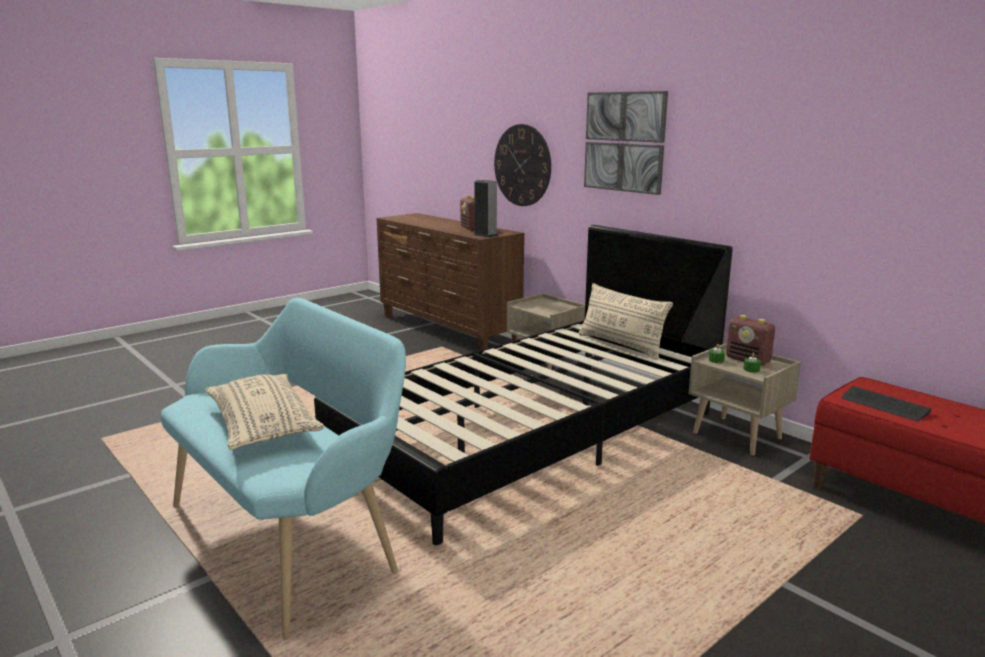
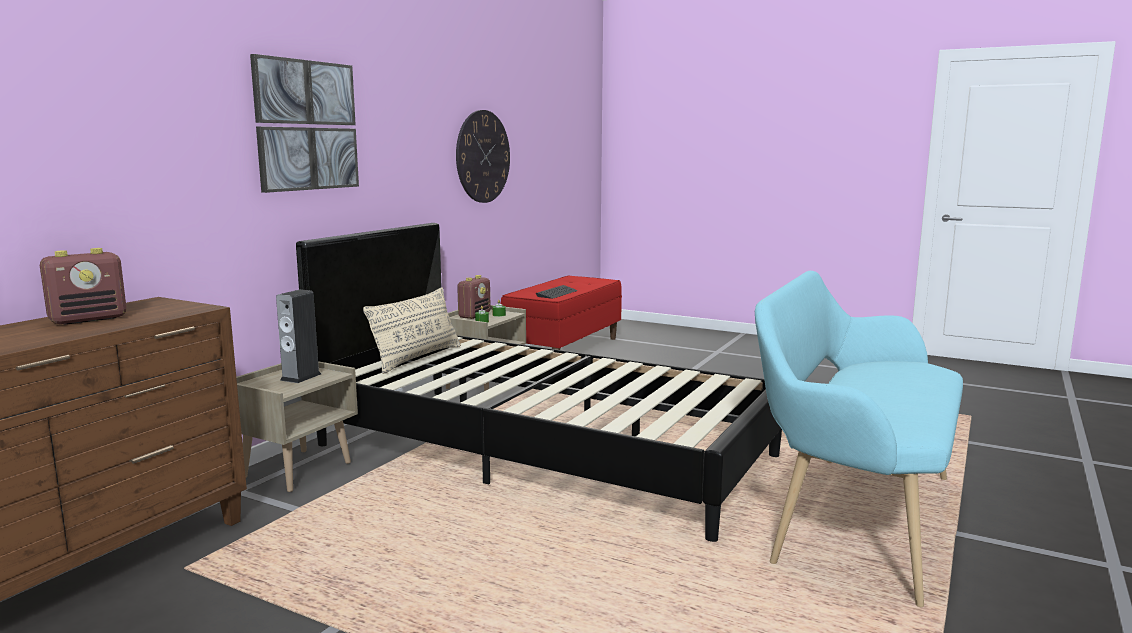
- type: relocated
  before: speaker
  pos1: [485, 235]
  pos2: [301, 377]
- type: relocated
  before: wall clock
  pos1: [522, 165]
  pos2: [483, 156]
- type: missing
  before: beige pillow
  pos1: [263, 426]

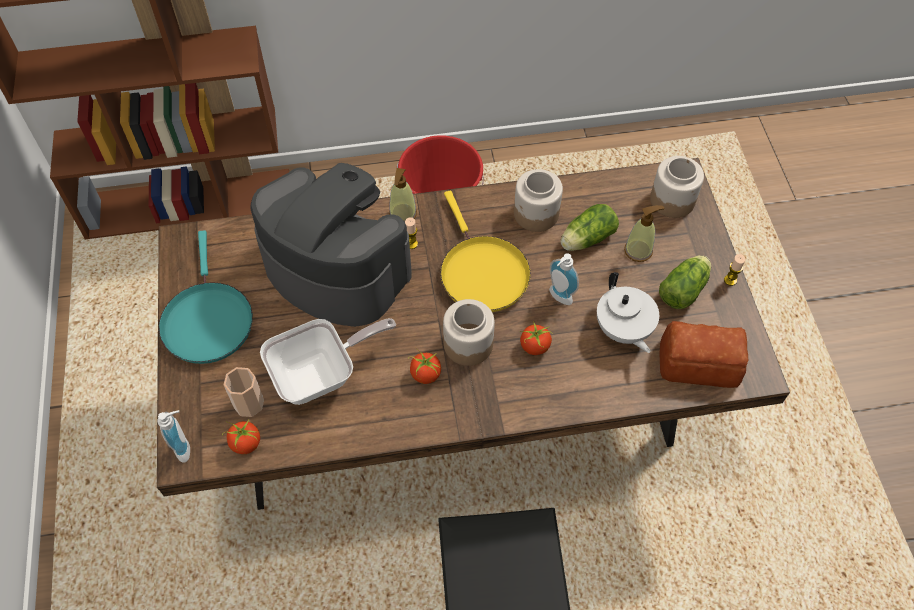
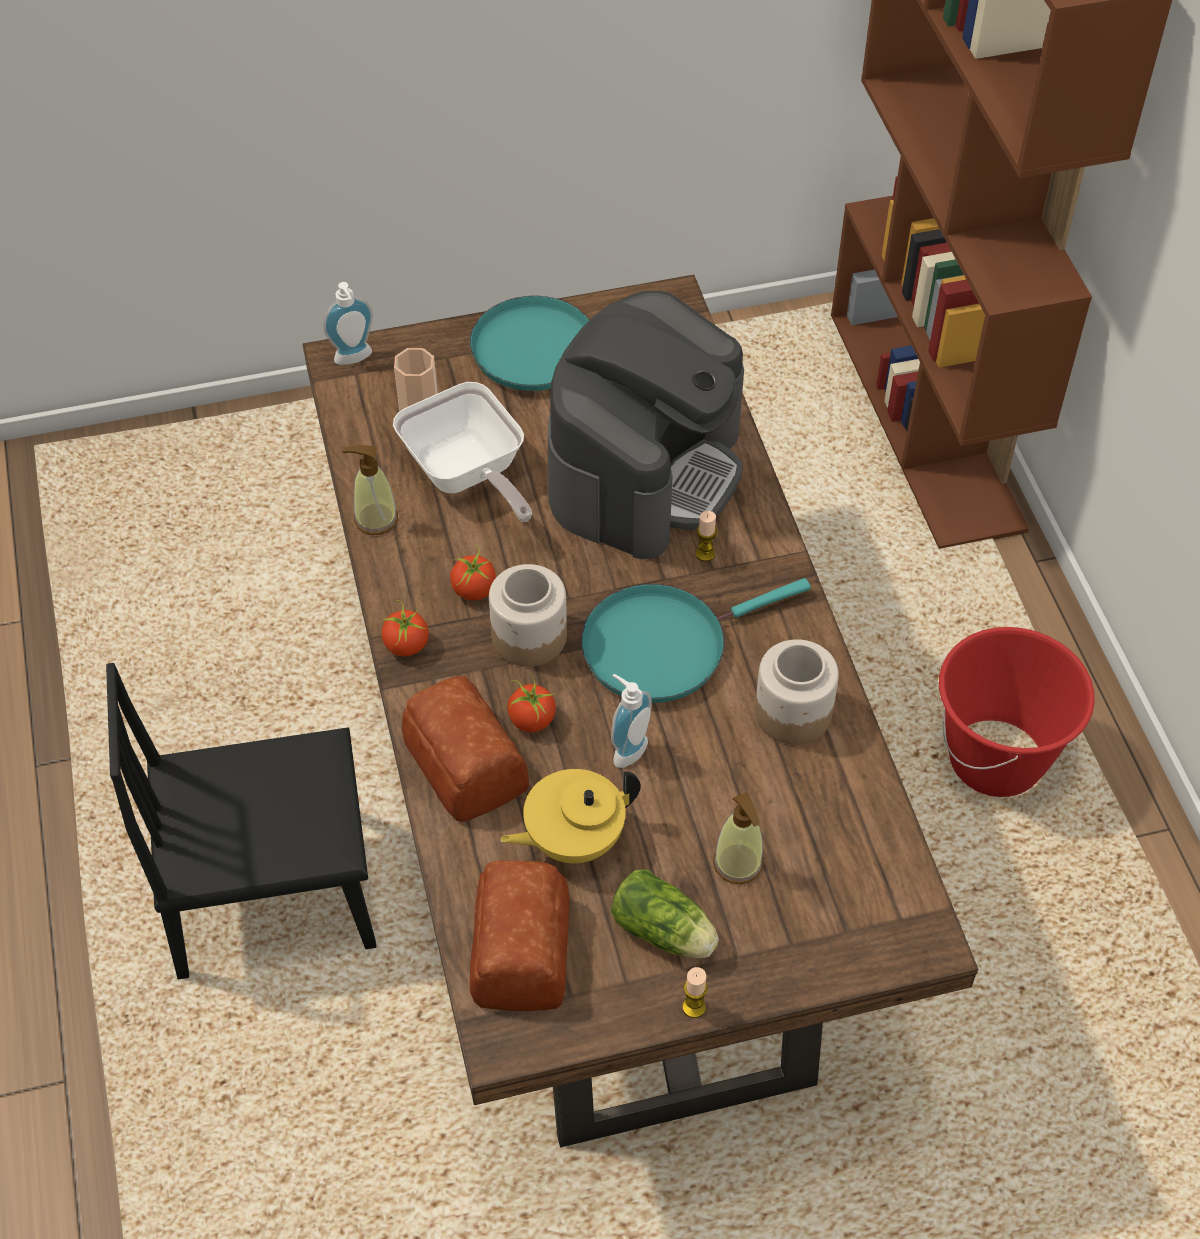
- type: relocated
  before: soap dispenser
  pos1: [403, 214]
  pos2: [375, 519]
- type: relocated
  before: tomato
  pos1: [245, 444]
  pos2: [406, 645]
- type: appeared
  after: bread
  pos2: [464, 766]
- type: colour
  before: white teapot
  after: yellow teapot
  pos1: [623, 330]
  pos2: [572, 839]
- type: colour
  before: yellow frying pan
  after: turquoise frying pan
  pos1: [481, 272]
  pos2: [662, 645]
- type: missing
  before: lettuce
  pos1: [585, 239]
- type: missing
  before: jar
  pos1: [672, 200]

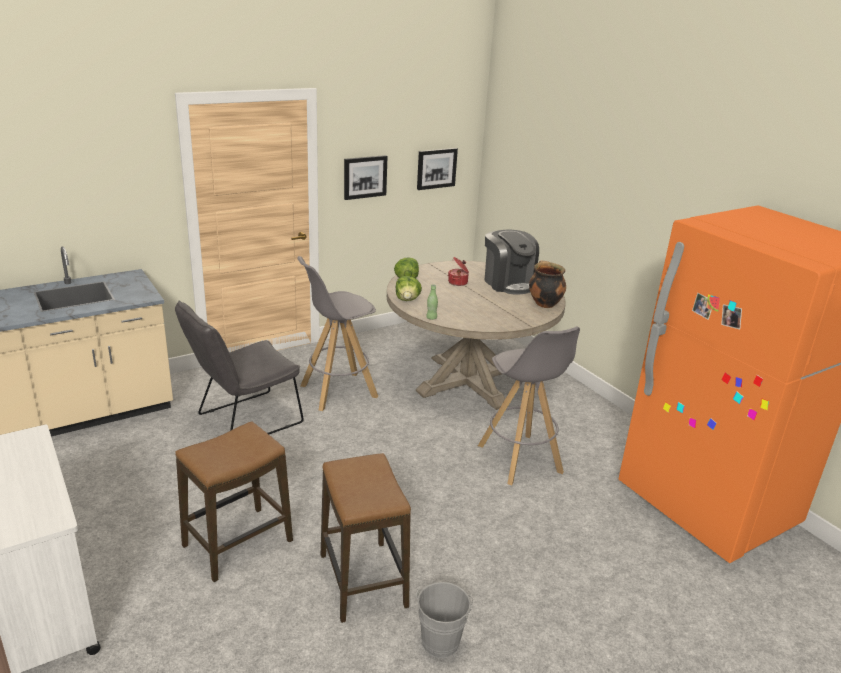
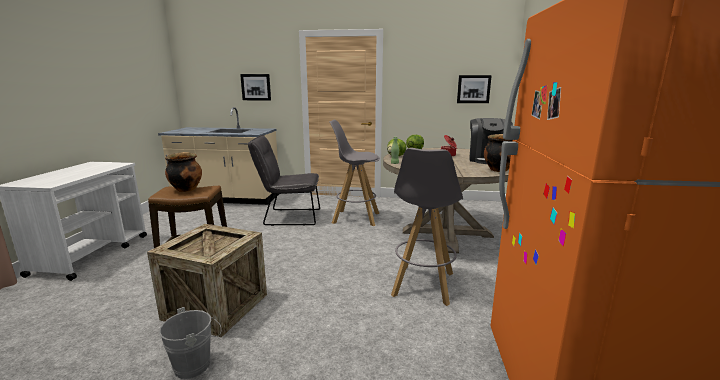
- type: exchanged
  before: stool
  after: crate
  pos1: [362, 580]
  pos2: [216, 306]
- type: appeared
  after: cooking pot
  pos2: [186, 189]
- type: relocated
  before: picture
  pos1: [365, 177]
  pos2: [256, 87]

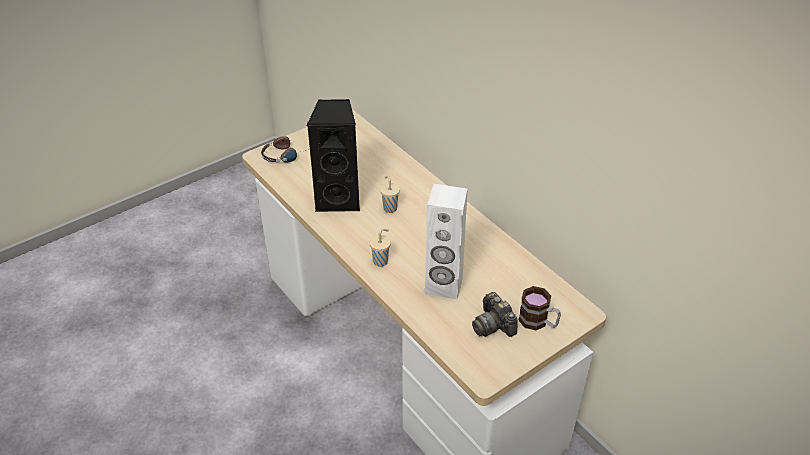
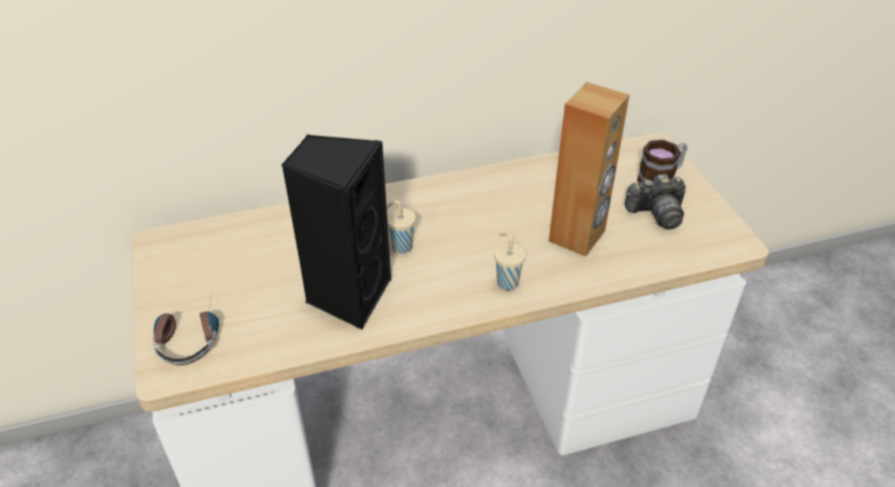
- type: colour
  before: white speaker
  after: brown speaker
  pos1: [443, 286]
  pos2: [577, 236]

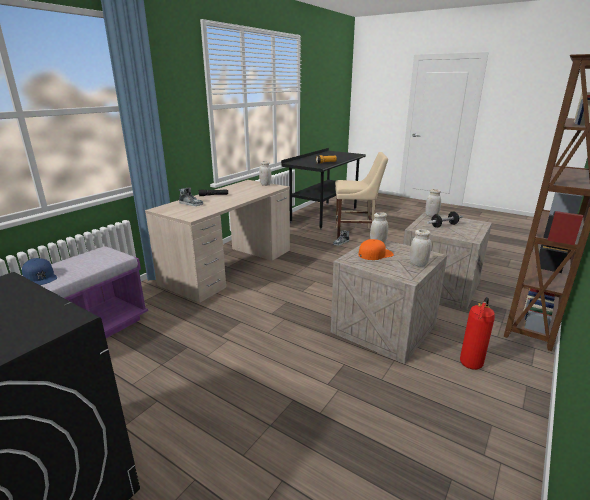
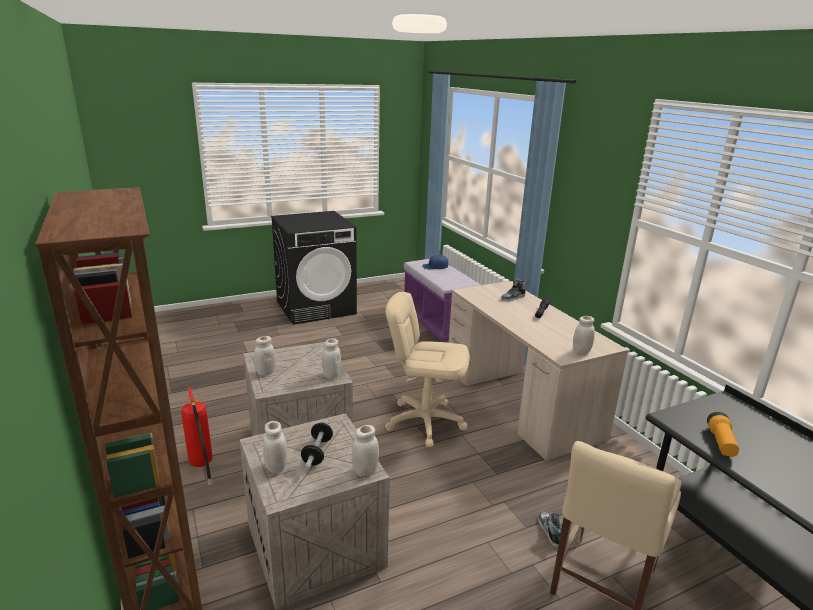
- type: appeared
  after: white jar
  pos2: [276, 467]
- type: appeared
  after: beige office chair
  pos2: [425, 421]
- type: missing
  before: orange cap
  pos1: [375, 254]

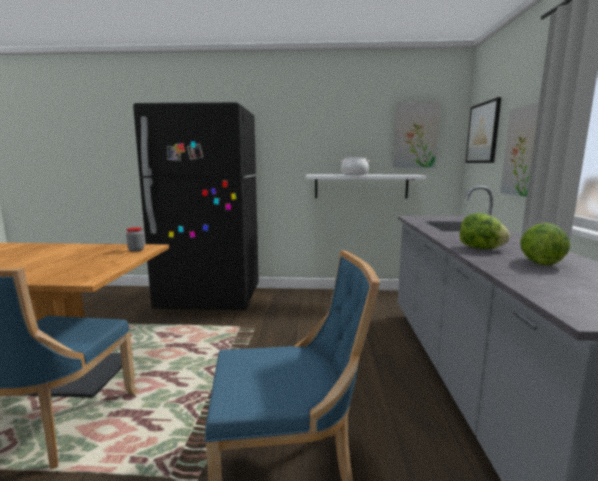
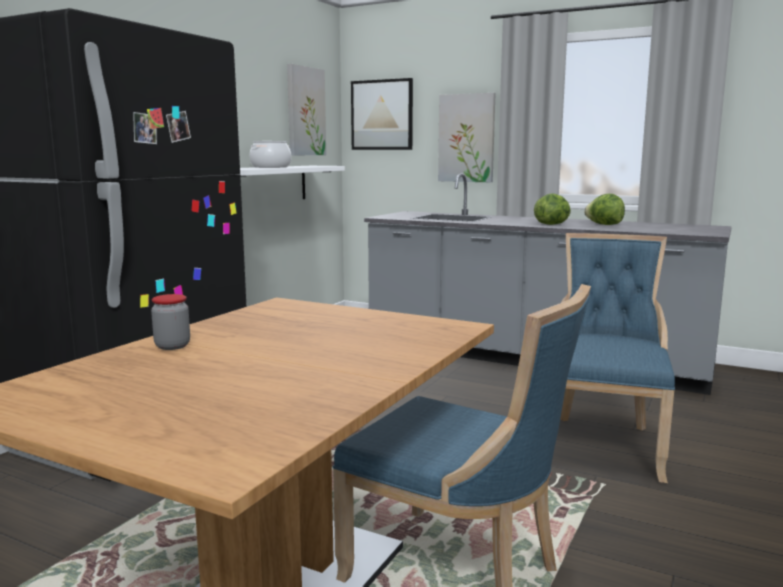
- type: relocated
  before: jar
  pos1: [136, 250]
  pos2: [172, 346]

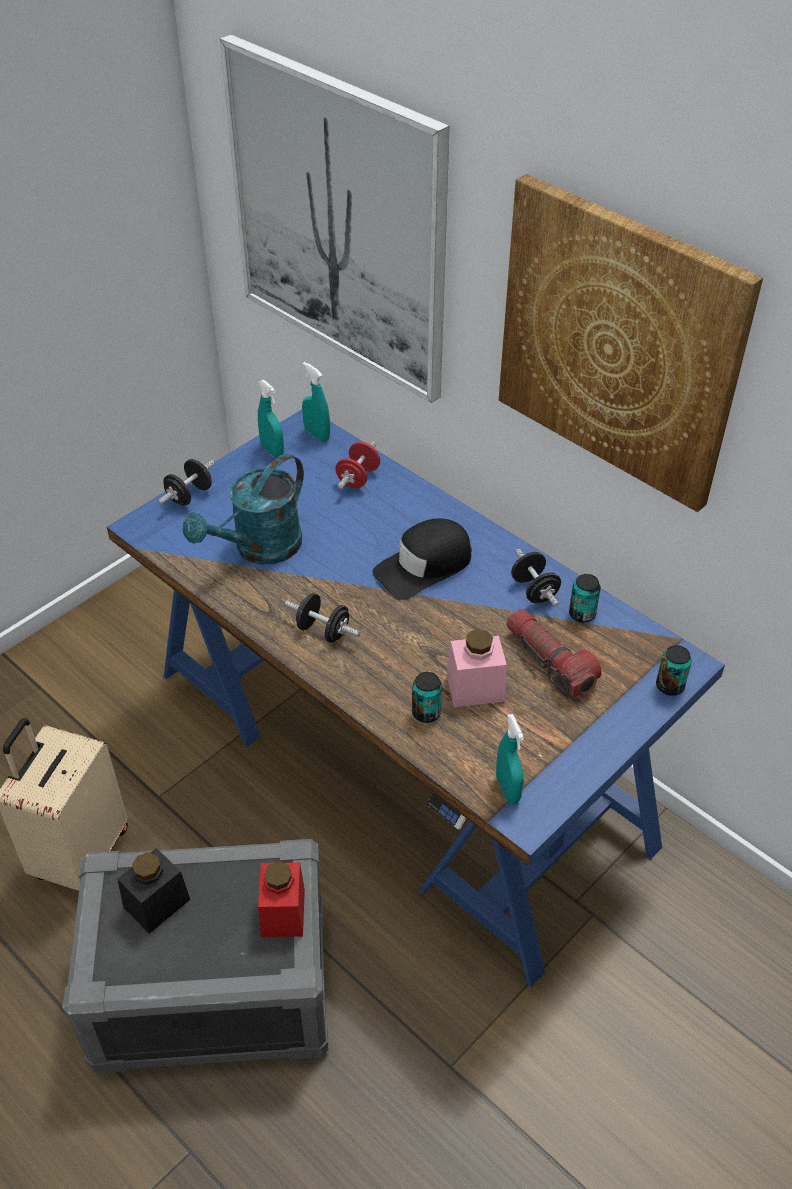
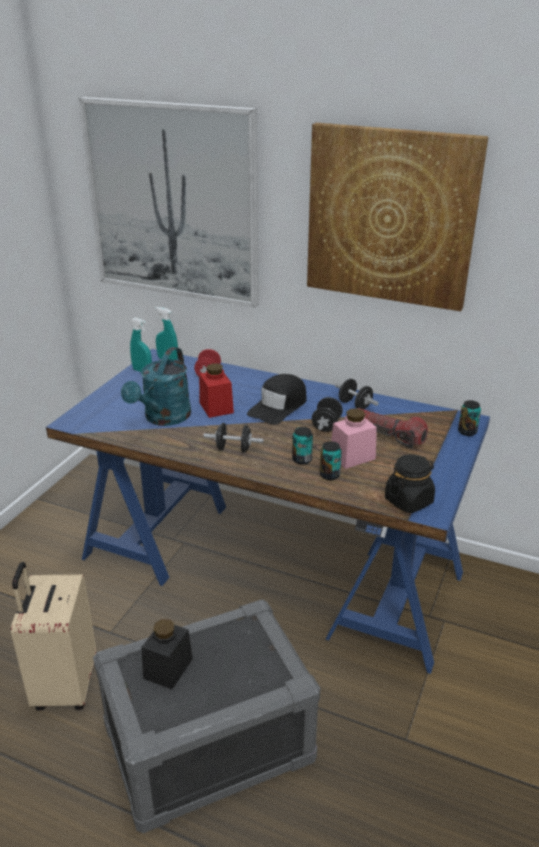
- type: relocated
  before: red jar
  pos1: [283, 912]
  pos2: [216, 407]
- type: relocated
  before: can
  pos1: [582, 614]
  pos2: [302, 460]
- type: relocated
  before: black dumbbell
  pos1: [189, 495]
  pos2: [326, 425]
- type: exchanged
  before: turquoise spray bottle
  after: black jar
  pos1: [507, 789]
  pos2: [408, 501]

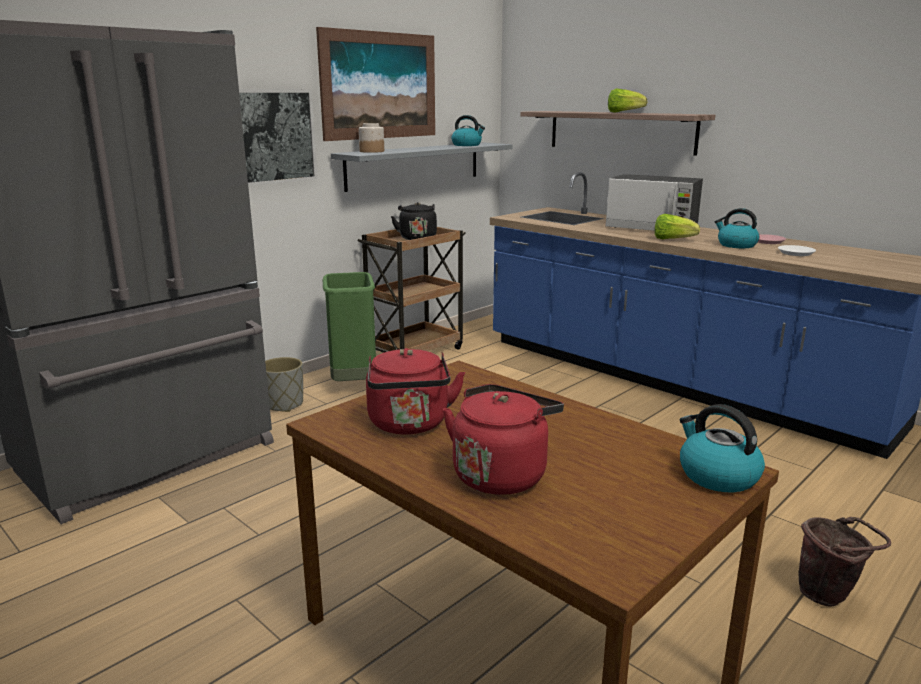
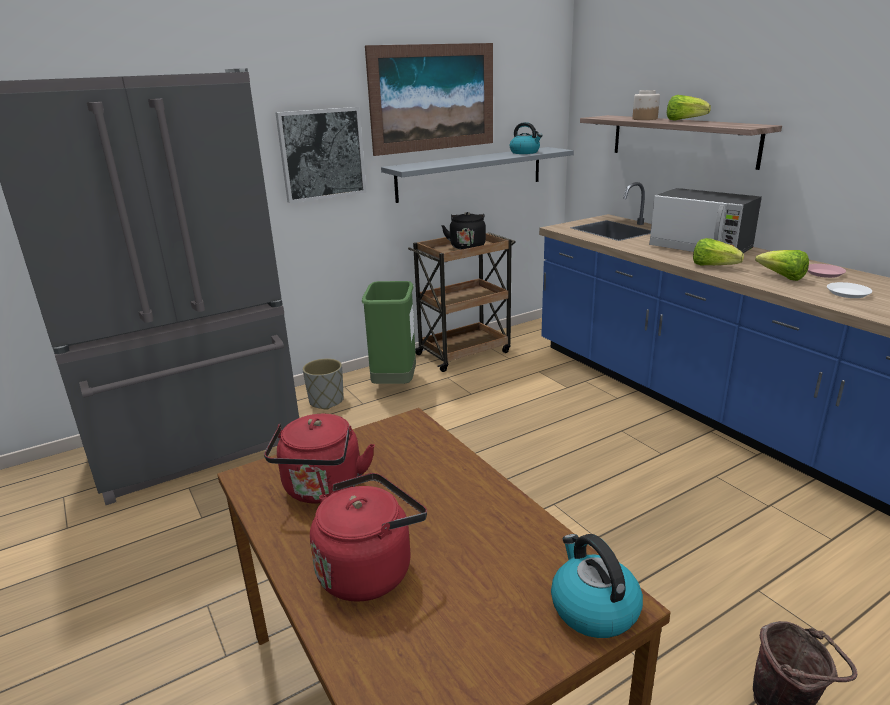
- type: relocated
  before: jar
  pos1: [371, 151]
  pos2: [644, 119]
- type: exchanged
  before: kettle
  after: lettuce
  pos1: [736, 245]
  pos2: [782, 277]

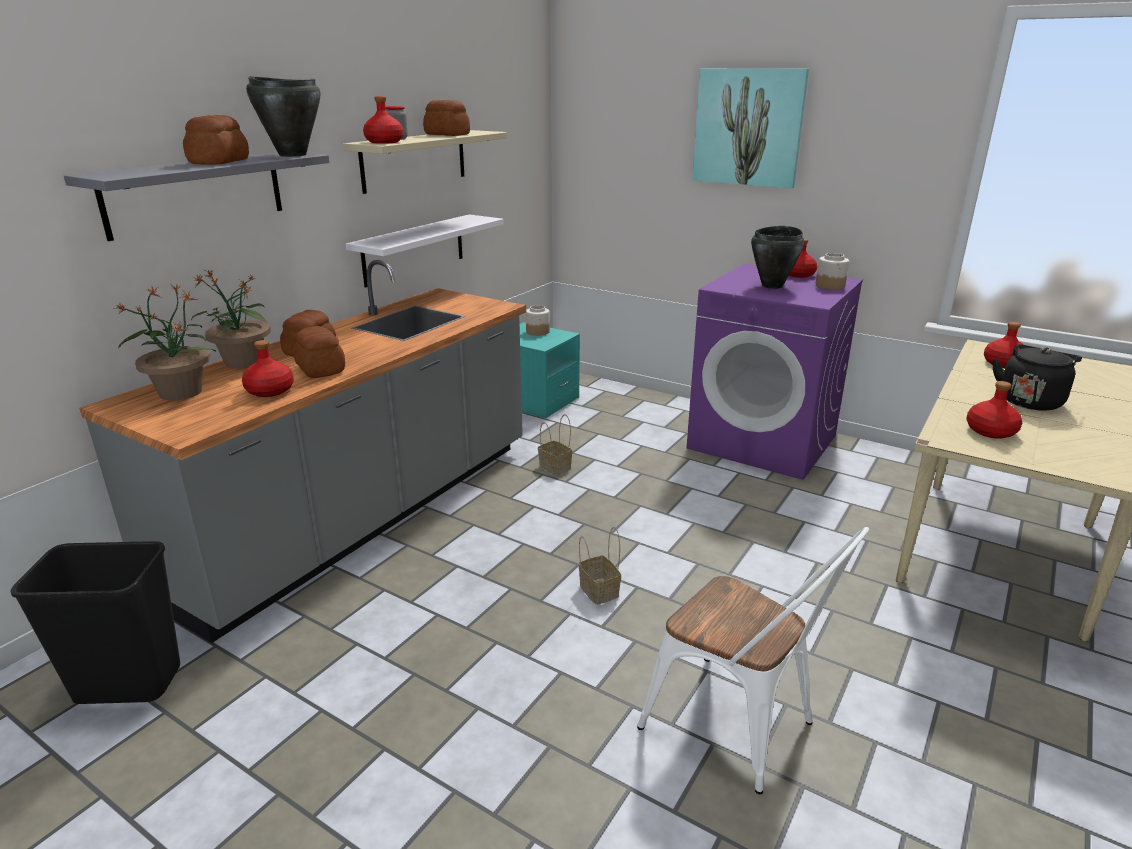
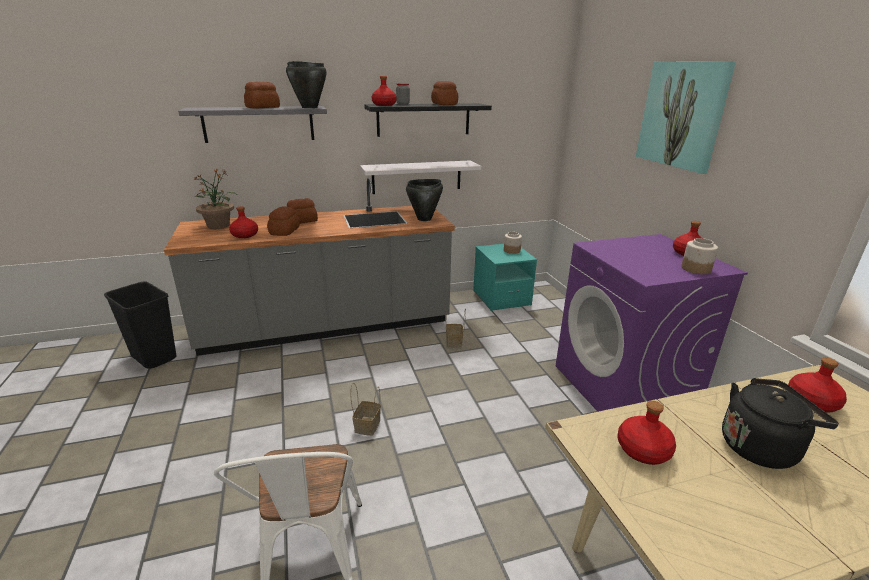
- type: colour
  before: beige shelf
  after: black shelf
  pos1: [414, 160]
  pos2: [423, 119]
- type: relocated
  before: black cooking pot
  pos1: [772, 286]
  pos2: [424, 219]
- type: missing
  before: potted plant
  pos1: [243, 362]

